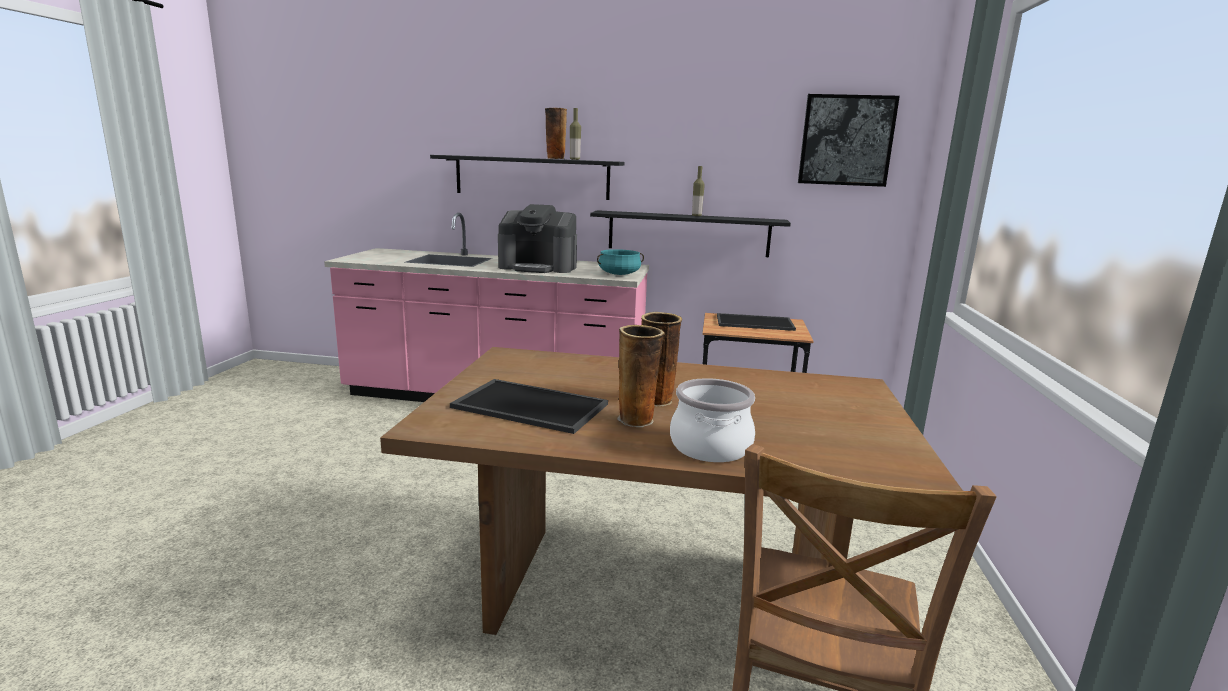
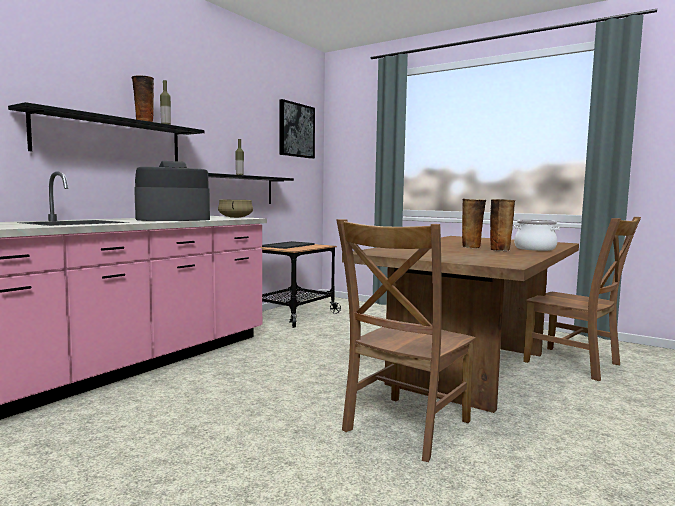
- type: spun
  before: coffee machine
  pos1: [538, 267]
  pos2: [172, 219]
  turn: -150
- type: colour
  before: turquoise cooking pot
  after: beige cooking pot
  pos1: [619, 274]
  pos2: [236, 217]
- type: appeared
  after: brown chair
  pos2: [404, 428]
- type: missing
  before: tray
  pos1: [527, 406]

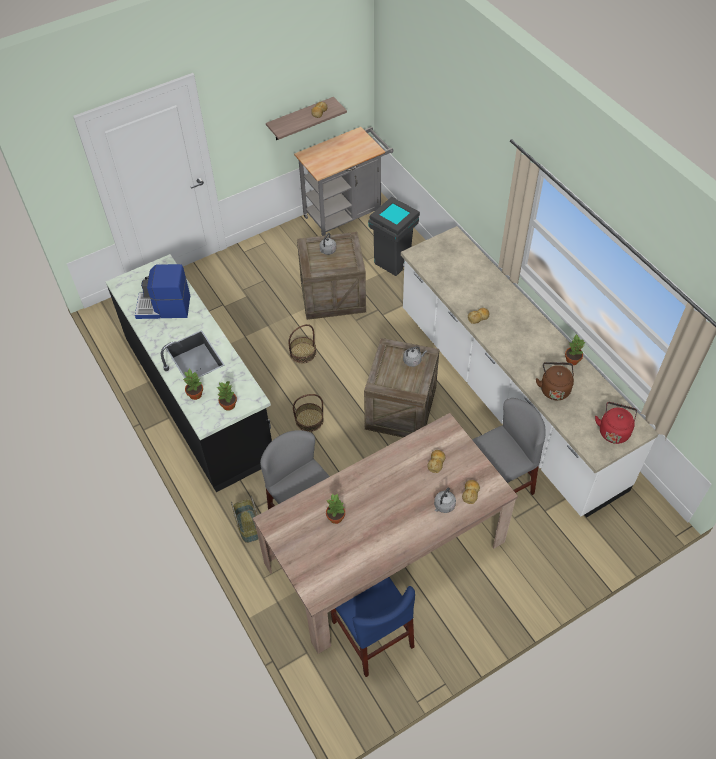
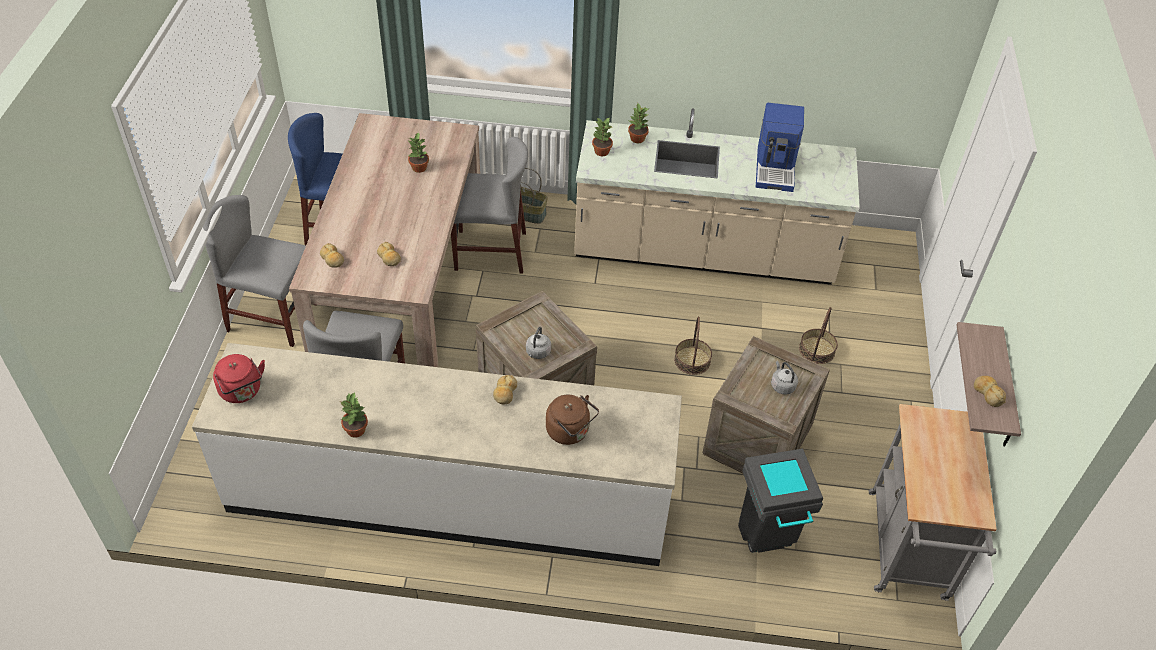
- type: appeared
  after: grey chair
  pos2: [272, 317]
- type: relocated
  before: brown kettle
  pos1: [554, 388]
  pos2: [570, 432]
- type: colour
  before: black counter
  after: beige counter
  pos1: [200, 399]
  pos2: [703, 253]
- type: spun
  before: coffee machine
  pos1: [164, 307]
  pos2: [776, 168]
  turn: 150
- type: relocated
  before: basket
  pos1: [309, 420]
  pos2: [817, 350]
- type: missing
  before: grey kettle
  pos1: [443, 506]

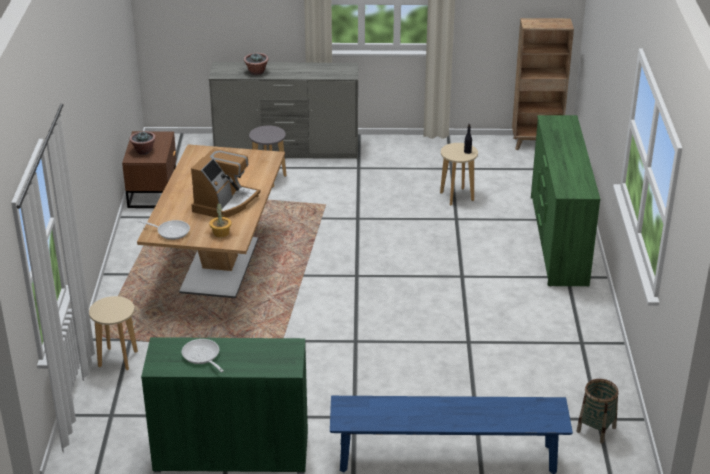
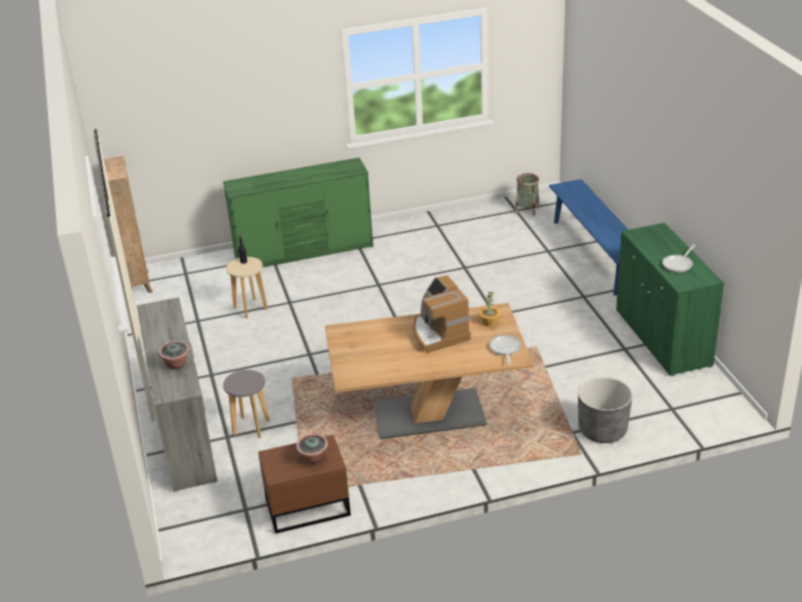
- type: spun
  before: coffee machine
  pos1: [225, 203]
  pos2: [438, 333]
  turn: -120
- type: exchanged
  before: beige stool
  after: grey planter
  pos1: [117, 359]
  pos2: [602, 430]

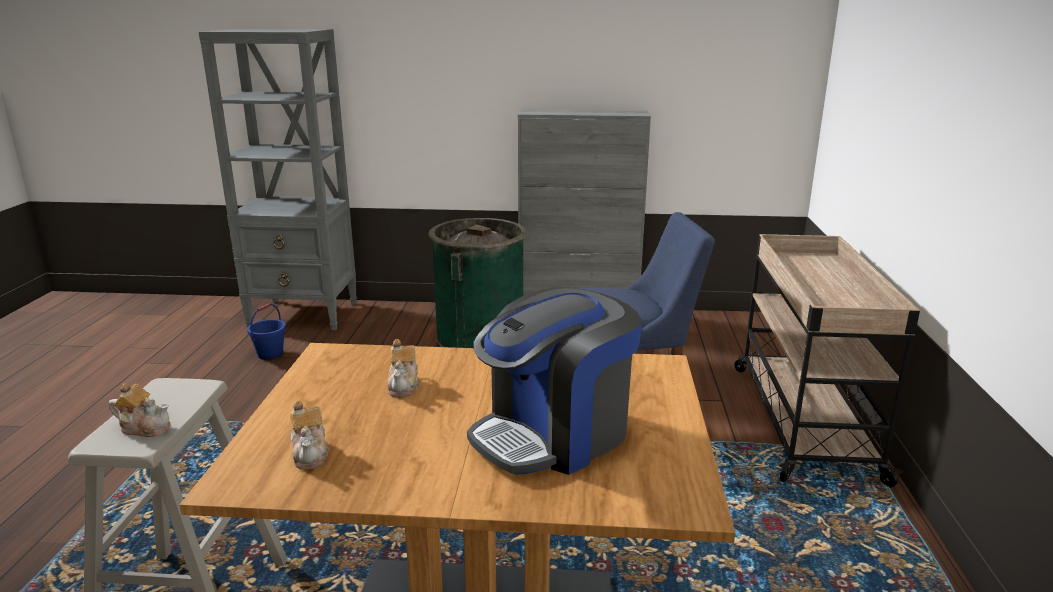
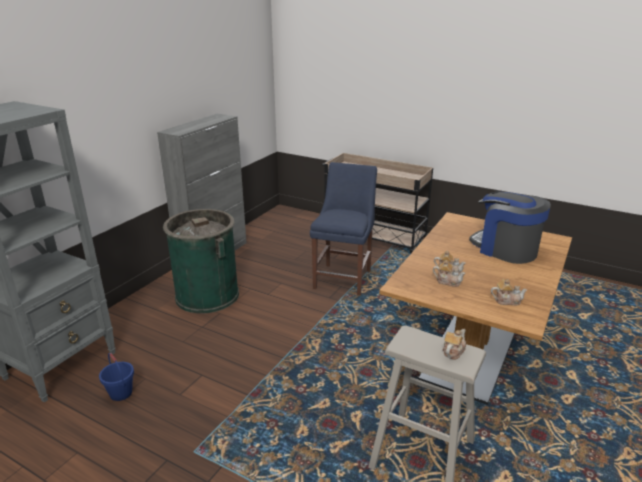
- type: appeared
  after: teapot
  pos2: [447, 281]
- type: spun
  before: coffee machine
  pos1: [554, 434]
  pos2: [505, 249]
  turn: 150

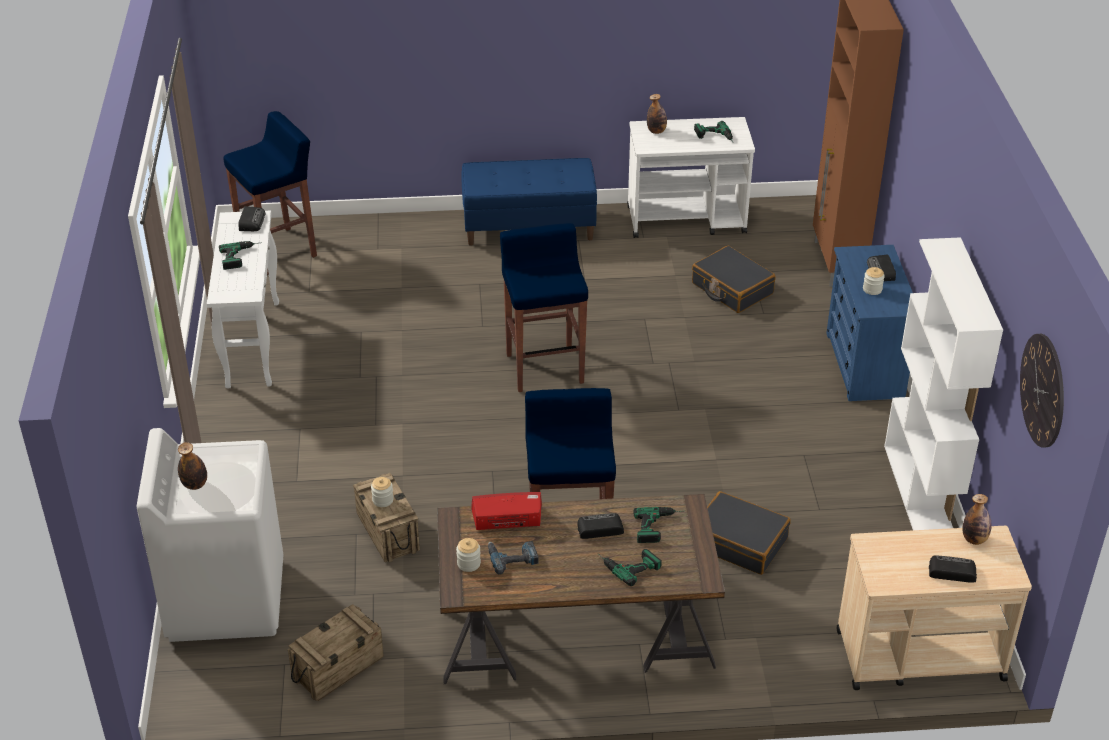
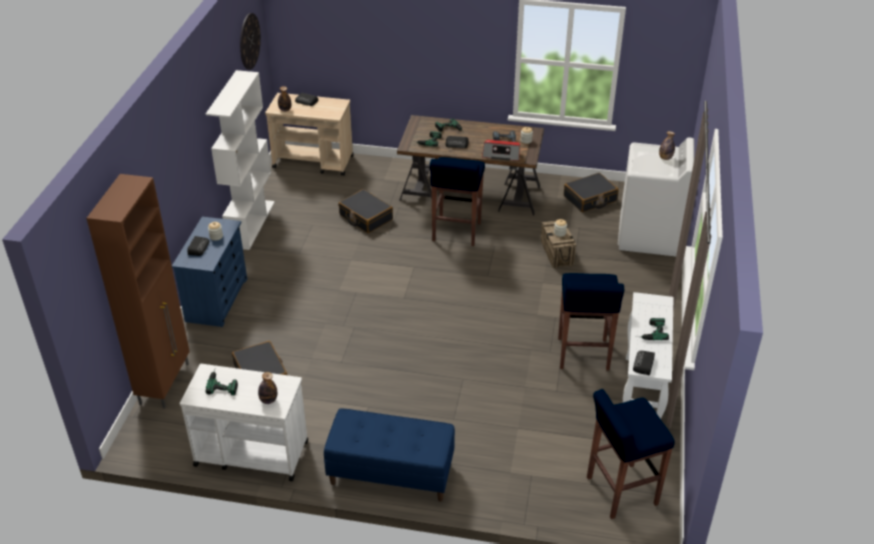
- type: relocated
  before: blue stool
  pos1: [544, 367]
  pos2: [583, 355]
- type: exchanged
  before: crate
  after: black suitcase
  pos1: [338, 668]
  pos2: [590, 199]

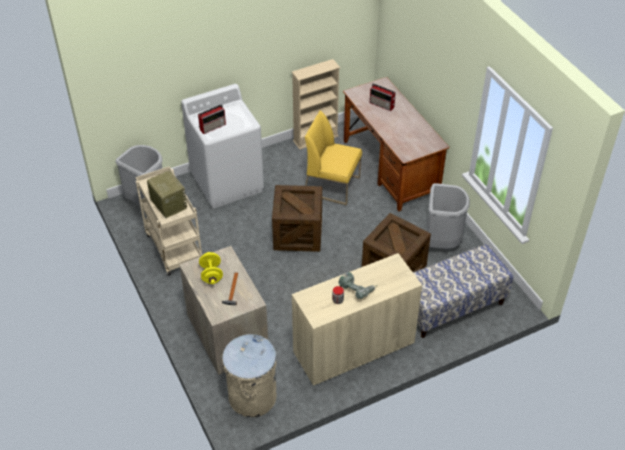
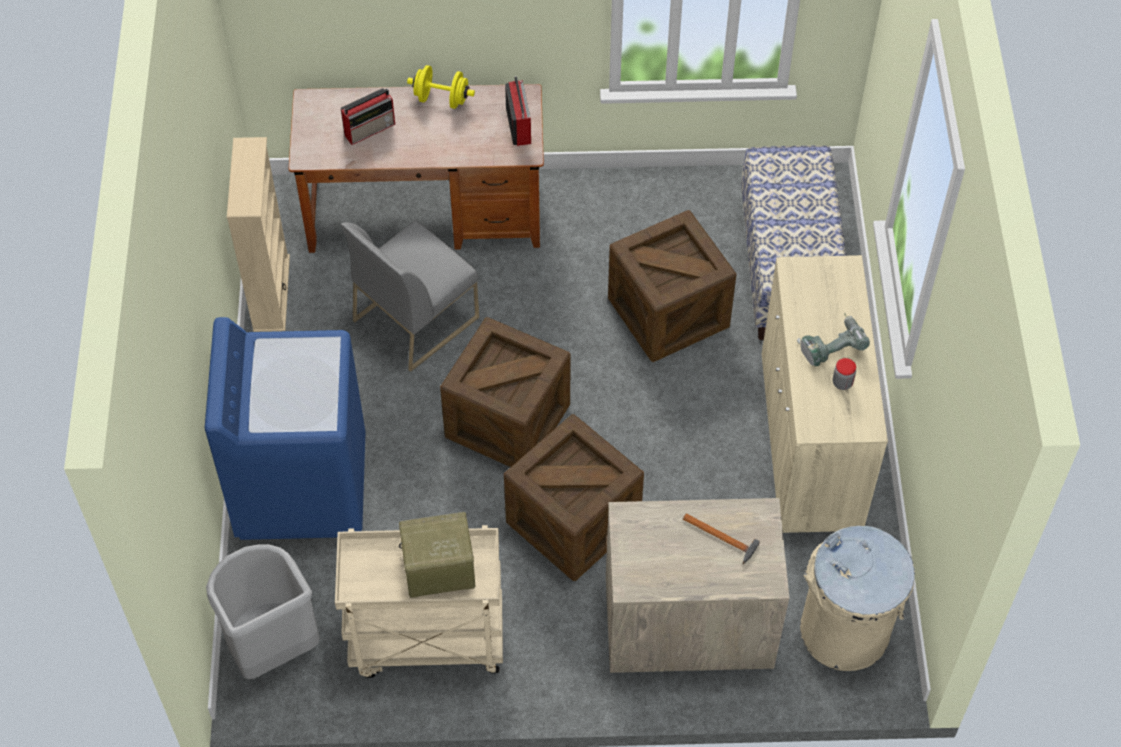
- type: colour
  before: white washing machine
  after: blue washing machine
  pos1: [227, 182]
  pos2: [301, 485]
- type: colour
  before: yellow chair
  after: grey chair
  pos1: [332, 185]
  pos2: [416, 317]
- type: relocated
  before: yellow dumbbell
  pos1: [211, 274]
  pos2: [441, 99]
- type: appeared
  after: crate
  pos2: [573, 521]
- type: relocated
  before: radio
  pos1: [213, 127]
  pos2: [519, 125]
- type: missing
  before: grey trash can
  pos1: [441, 242]

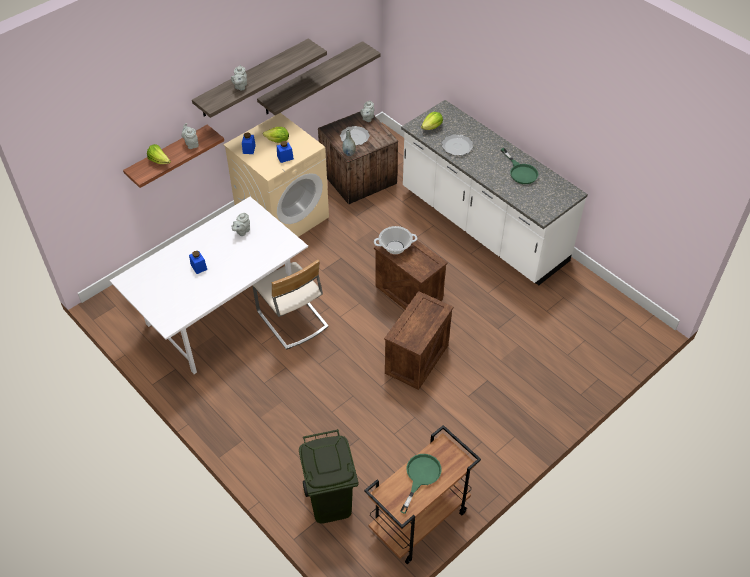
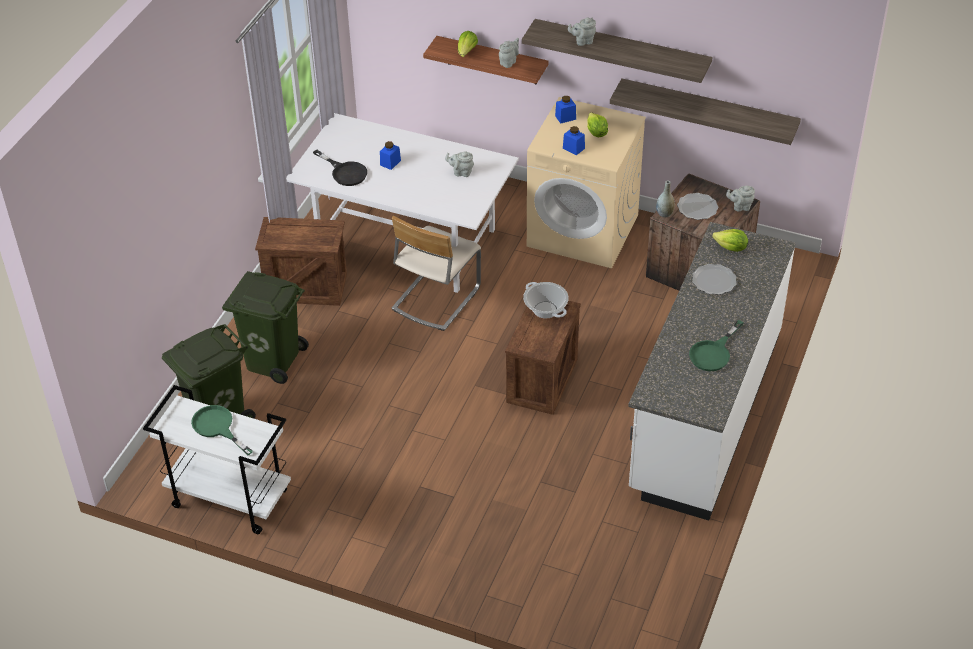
- type: colour
  before: brown cart
  after: white cart
  pos1: [419, 522]
  pos2: [228, 499]
- type: spun
  before: green frying pan
  pos1: [420, 476]
  pos2: [217, 427]
  turn: -135
- type: appeared
  after: green trash can
  pos2: [273, 360]
- type: relocated
  before: crate
  pos1: [417, 360]
  pos2: [305, 288]
- type: appeared
  after: black frying pan
  pos2: [345, 172]

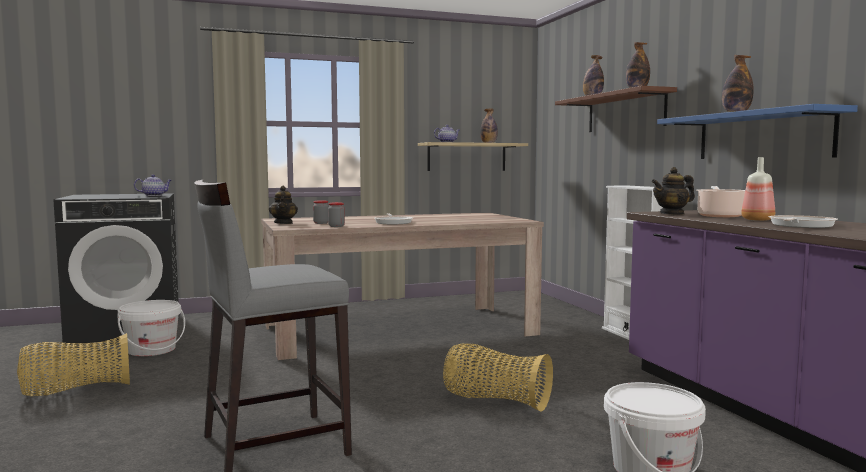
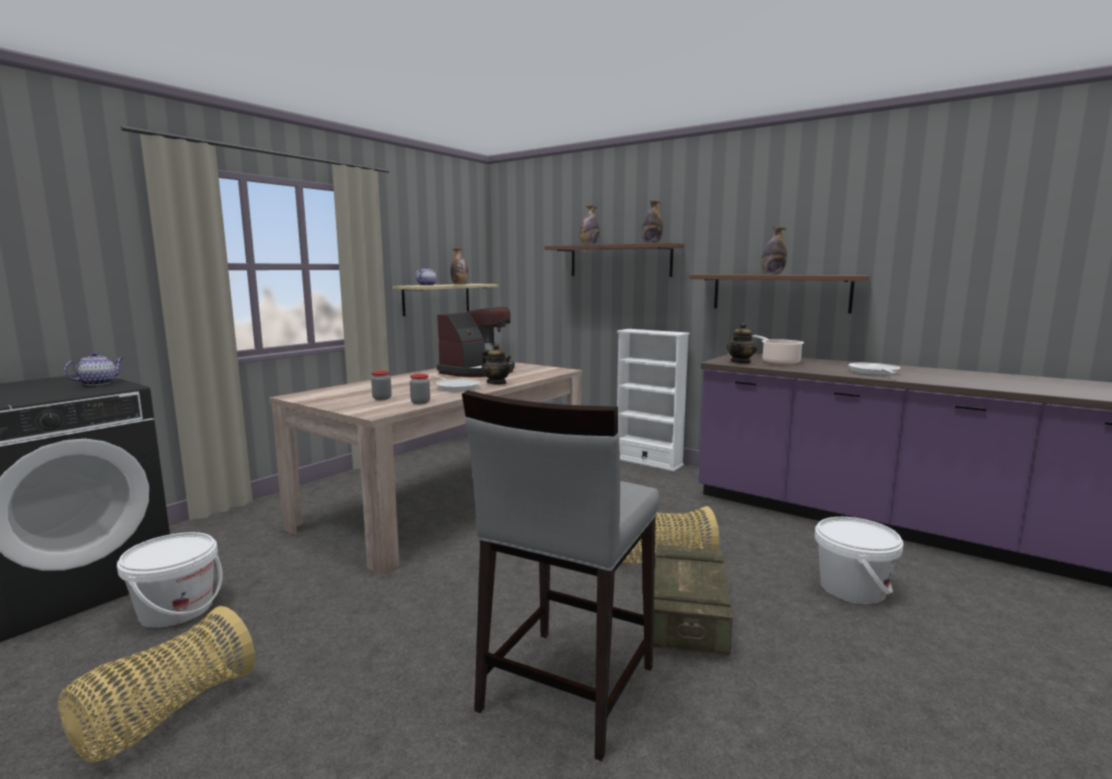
- type: appeared
  after: coffee machine
  pos2: [478, 371]
- type: relocated
  before: teapot
  pos1: [284, 223]
  pos2: [496, 383]
- type: appeared
  after: crate
  pos2: [687, 617]
- type: colour
  before: blue shelf
  after: brown shelf
  pos1: [762, 136]
  pos2: [779, 292]
- type: missing
  before: bottle
  pos1: [758, 220]

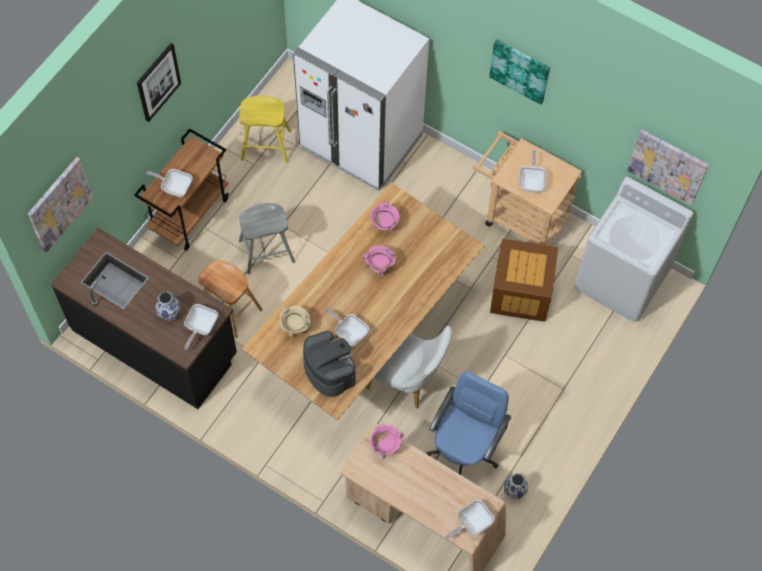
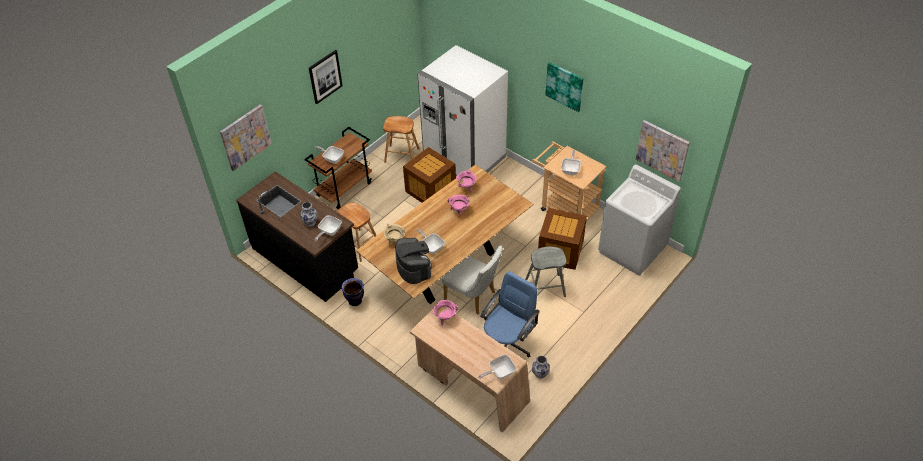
- type: appeared
  after: vase
  pos2: [355, 301]
- type: colour
  before: yellow stool
  after: brown stool
  pos1: [265, 145]
  pos2: [401, 155]
- type: appeared
  after: crate
  pos2: [430, 190]
- type: relocated
  before: grey stool
  pos1: [266, 251]
  pos2: [545, 288]

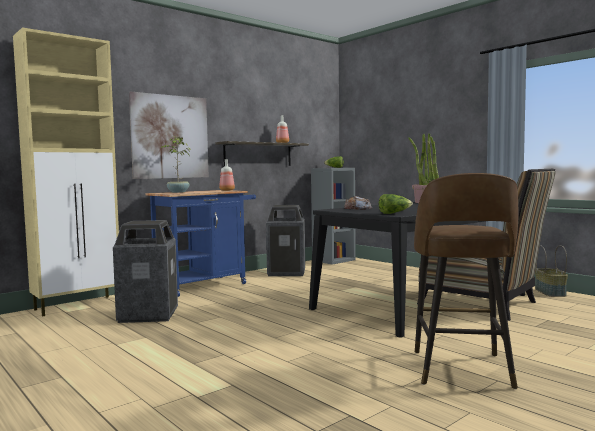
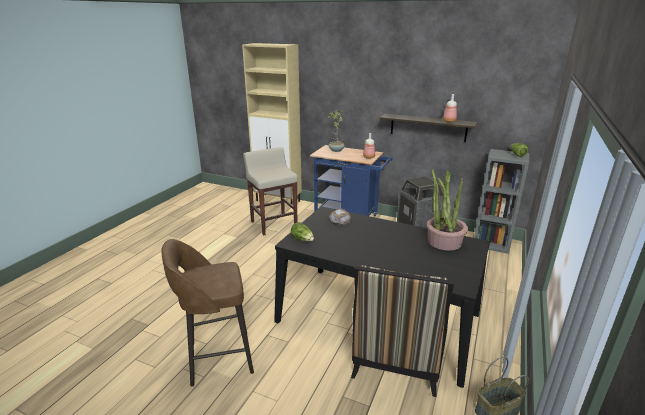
- type: exchanged
  before: trash can
  after: beige stool
  pos1: [148, 315]
  pos2: [273, 224]
- type: missing
  before: picture
  pos1: [170, 137]

